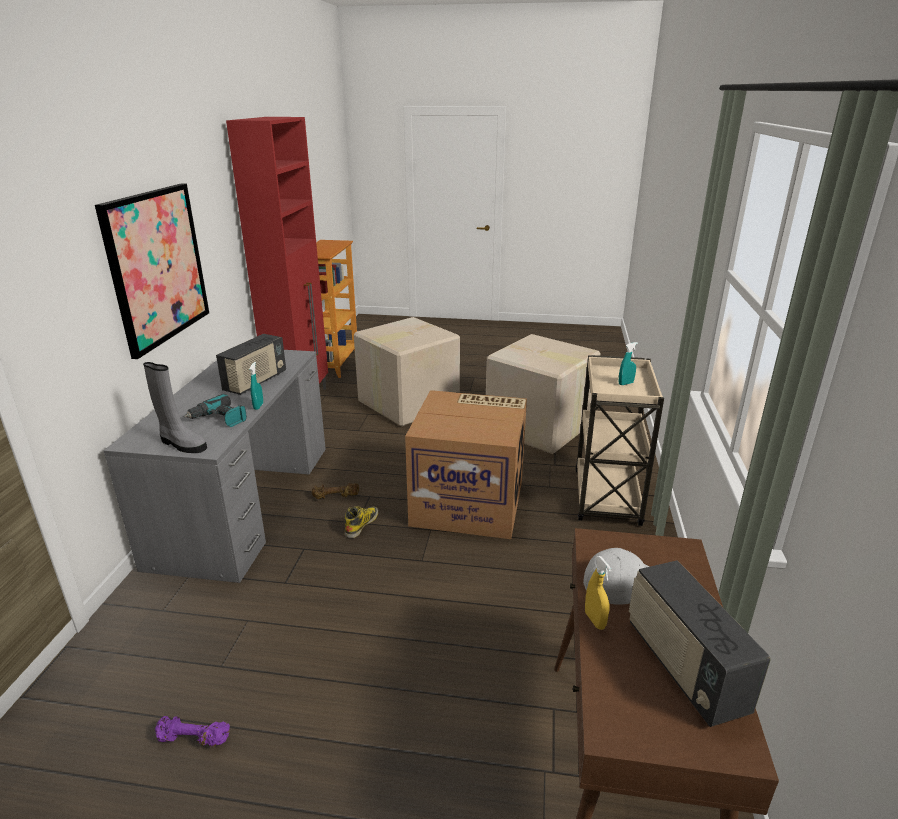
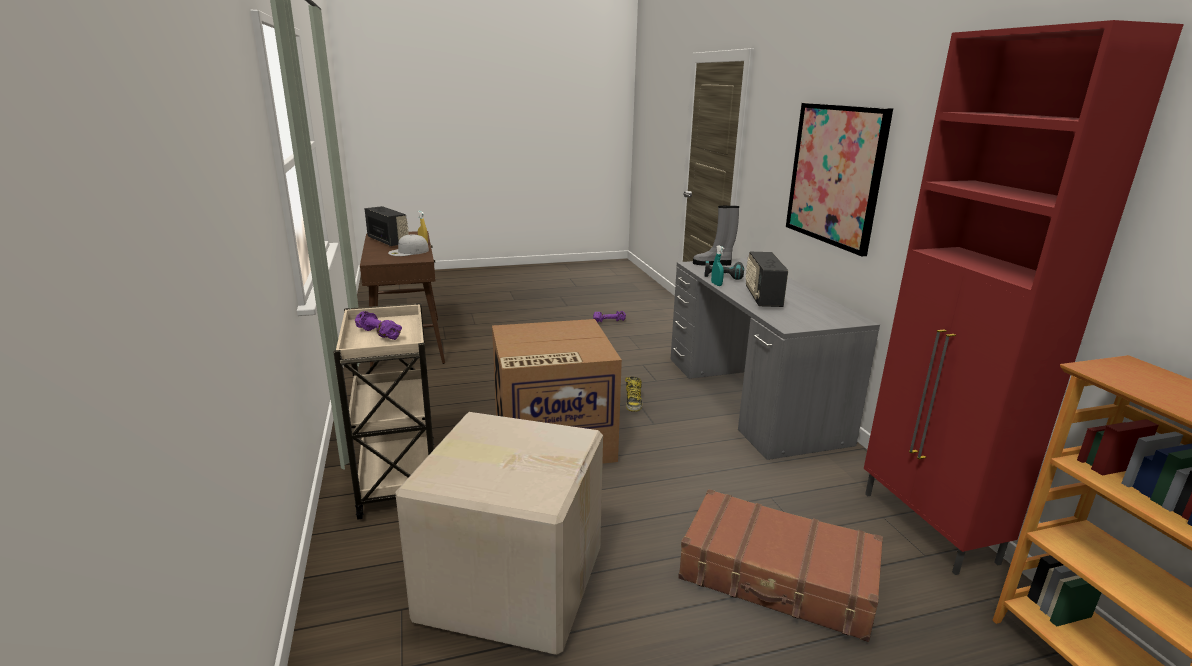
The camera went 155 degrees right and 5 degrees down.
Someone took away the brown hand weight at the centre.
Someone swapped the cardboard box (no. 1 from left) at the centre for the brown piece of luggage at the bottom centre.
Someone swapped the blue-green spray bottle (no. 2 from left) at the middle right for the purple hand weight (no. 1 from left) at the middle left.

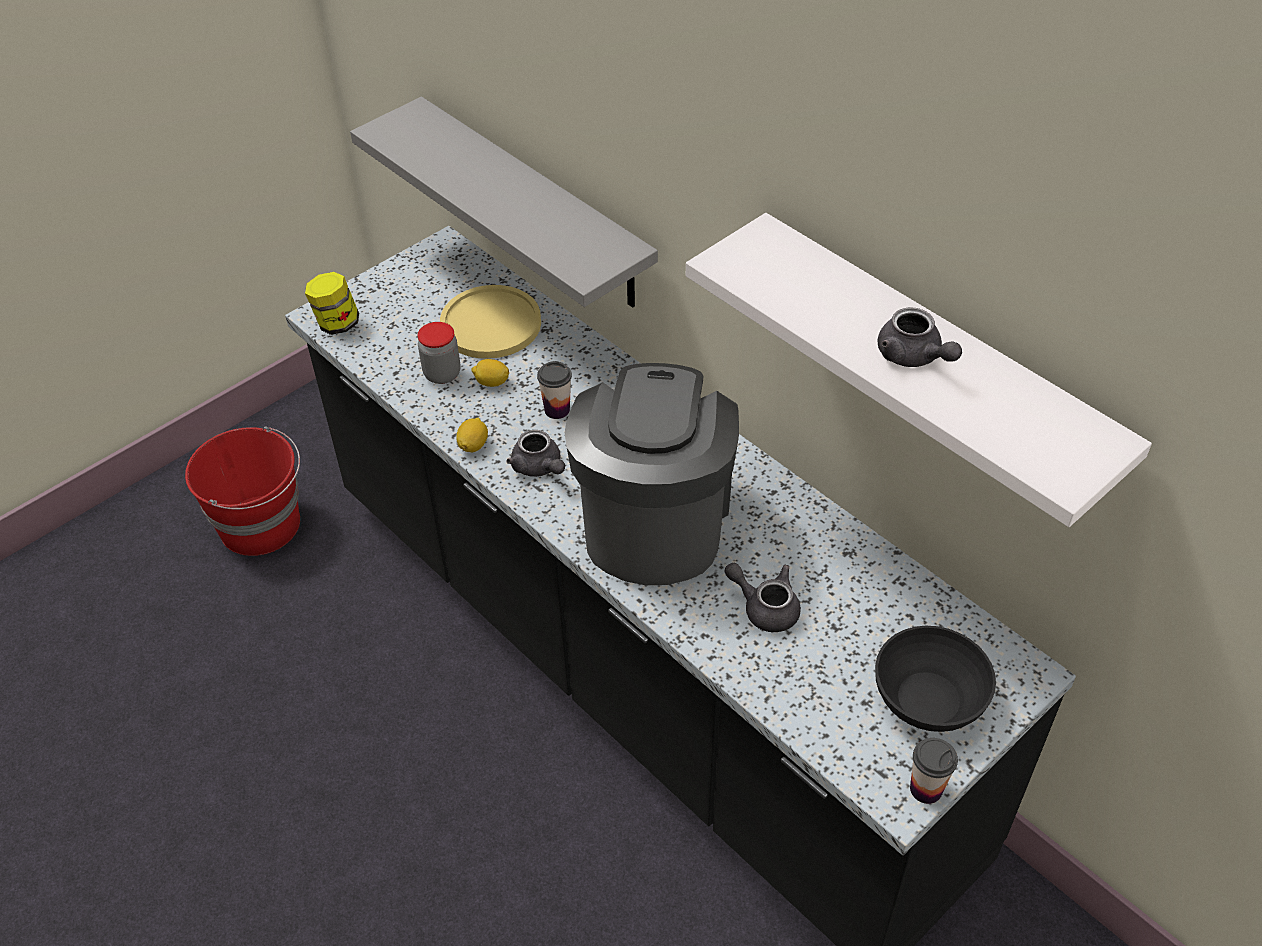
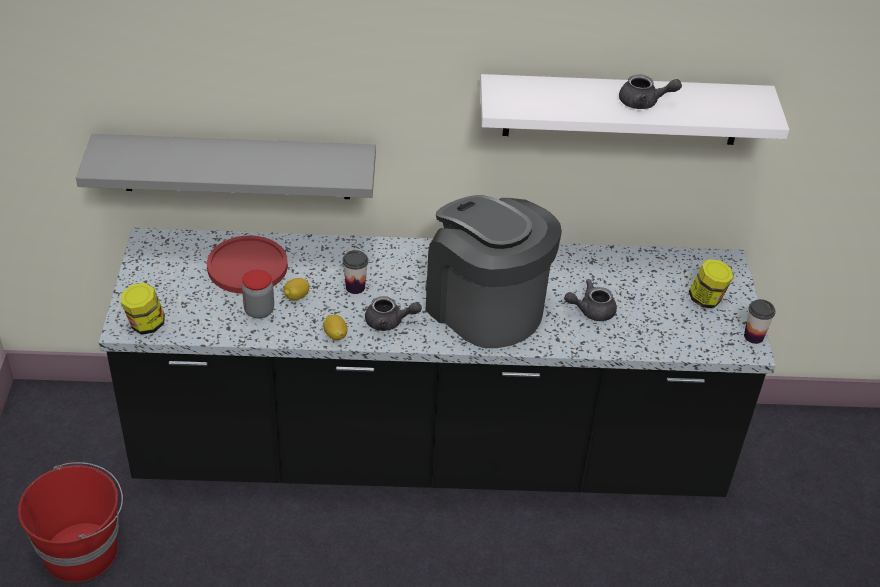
The camera went 50 degrees left and 5 degrees down.
Someone swapped the black deep dish at the bottom right for the jar (no. 3 from left) at the middle right.
Someone repainted the yellowish dinner plate at the centre, which became the red-coloured dinner plate at the middle left.

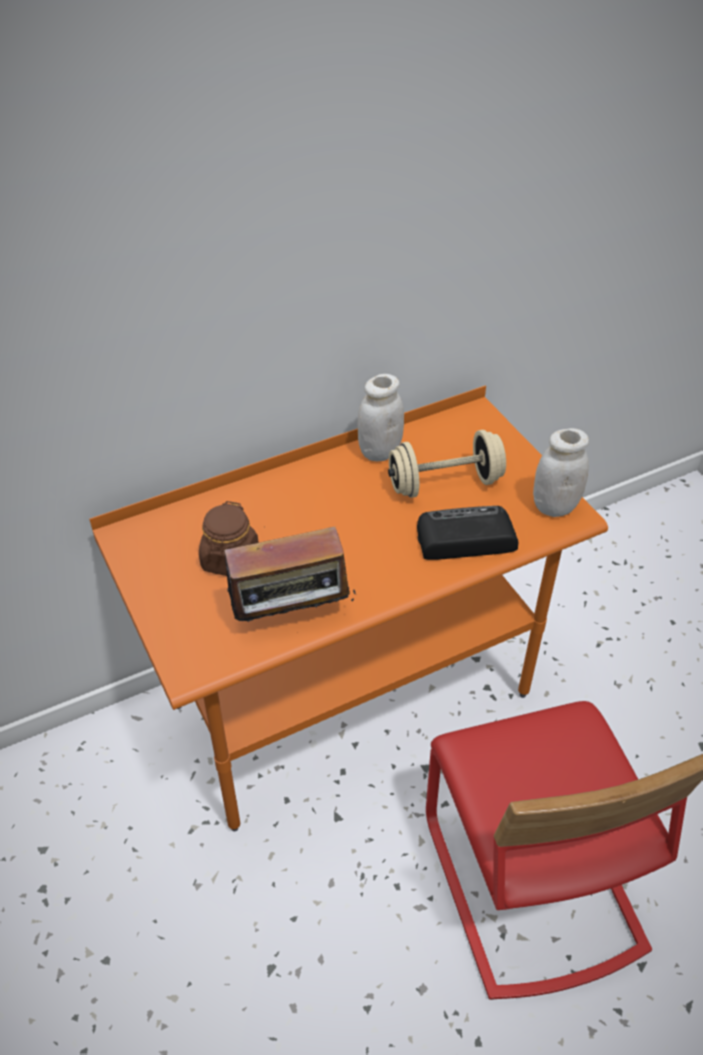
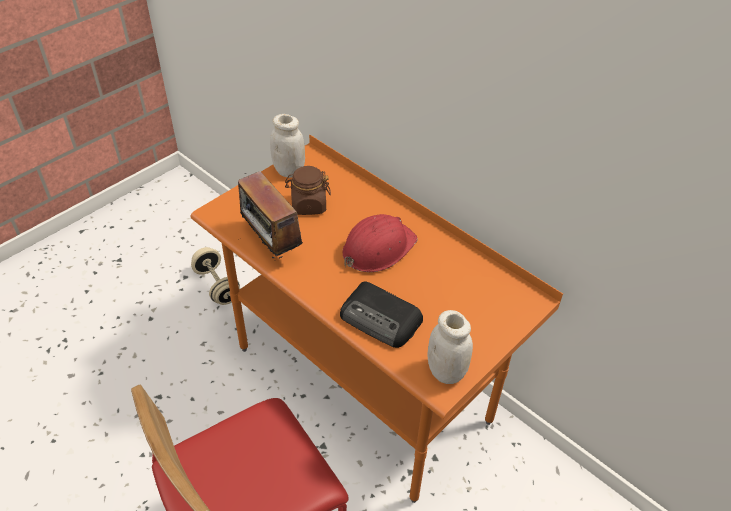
The camera went 70 degrees right and 0 degrees up.
Someone put down the red-coloured work helmet at the centre.
Someone carried the white-coloured jar (no. 1 from left) from the centre to the top centre.
Someone carried the beige-coloured hand weight from the centre to the middle left.
Someone rotated the radio set (no. 2 from left) at the centre by 150 degrees clockwise.

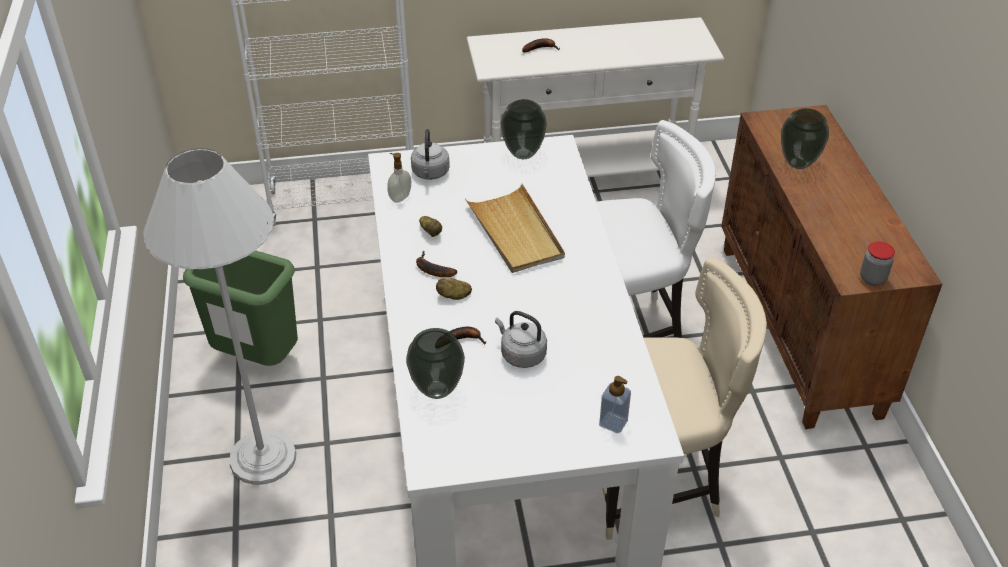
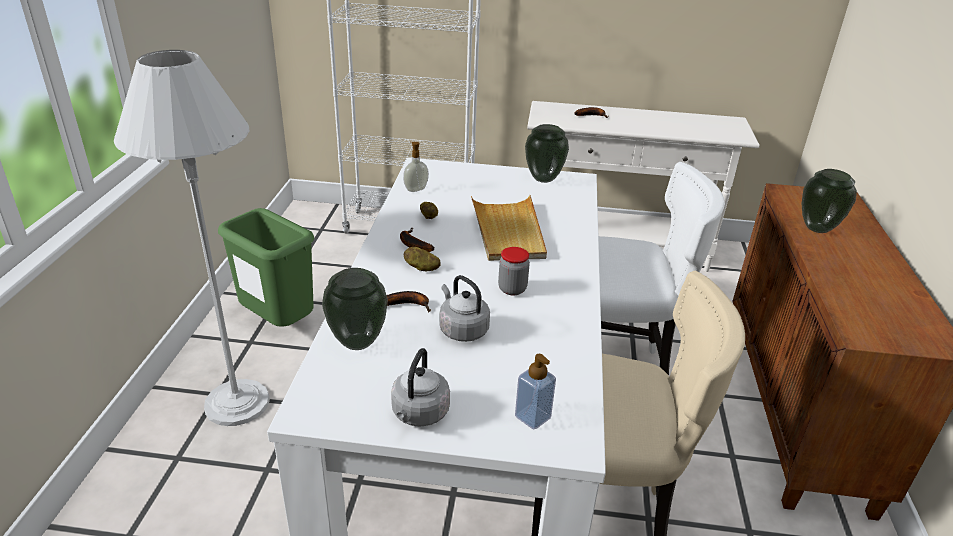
The camera went 15 degrees right and 10 degrees down.
Someone carried the grey water kettle (no. 1 from left) from the top centre to the bottom centre.
Someone carried the jar from the middle right to the centre.

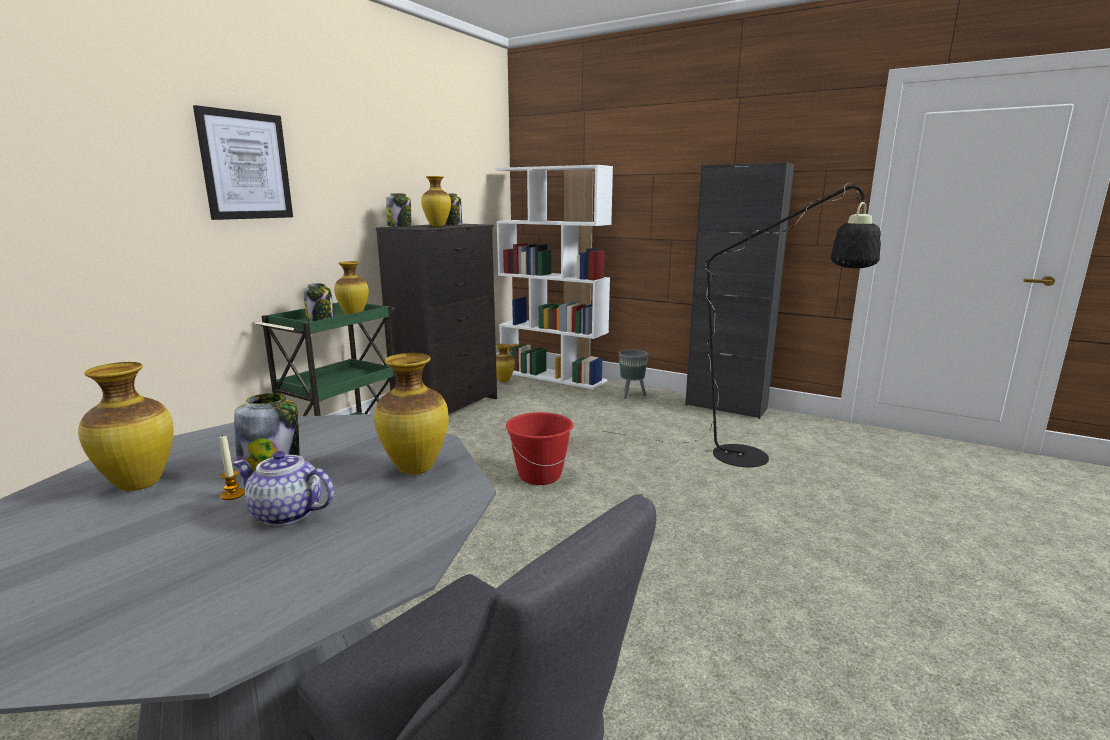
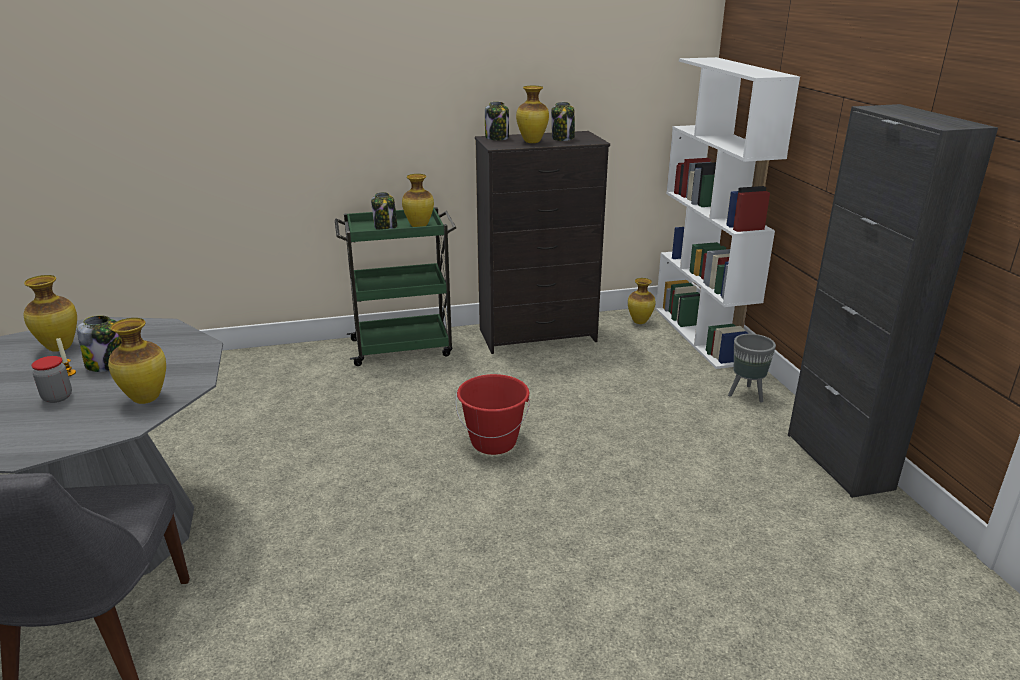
The camera went 45 degrees right and 10 degrees up.
Someone took away the picture at the top left.
Someone took away the black standard lamp at the middle right.
Someone swapped the teapot at the middle left for the jar (no. 1 from left) at the middle left.

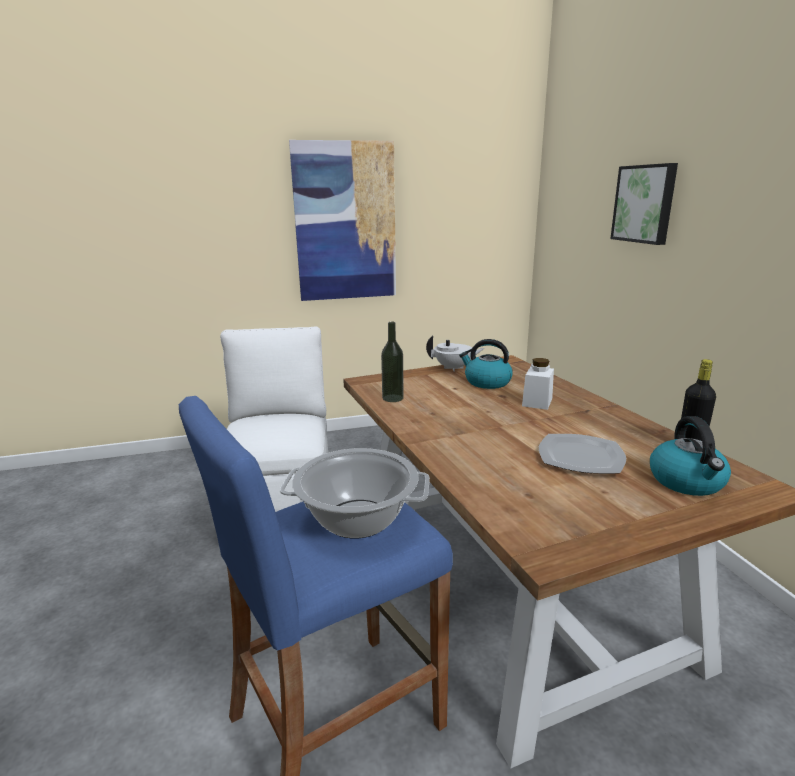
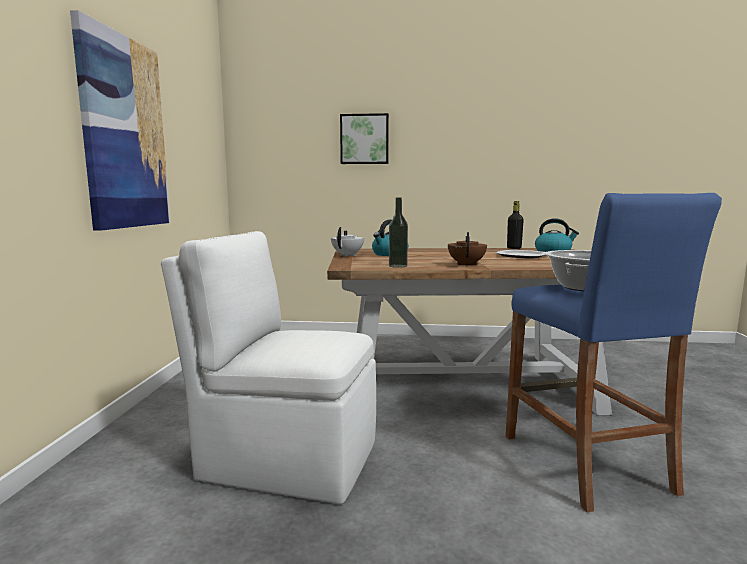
The camera went 70 degrees left and 10 degrees down.
Someone took away the white-coloured jar at the middle right.
Someone put down the brown teapot at the centre.

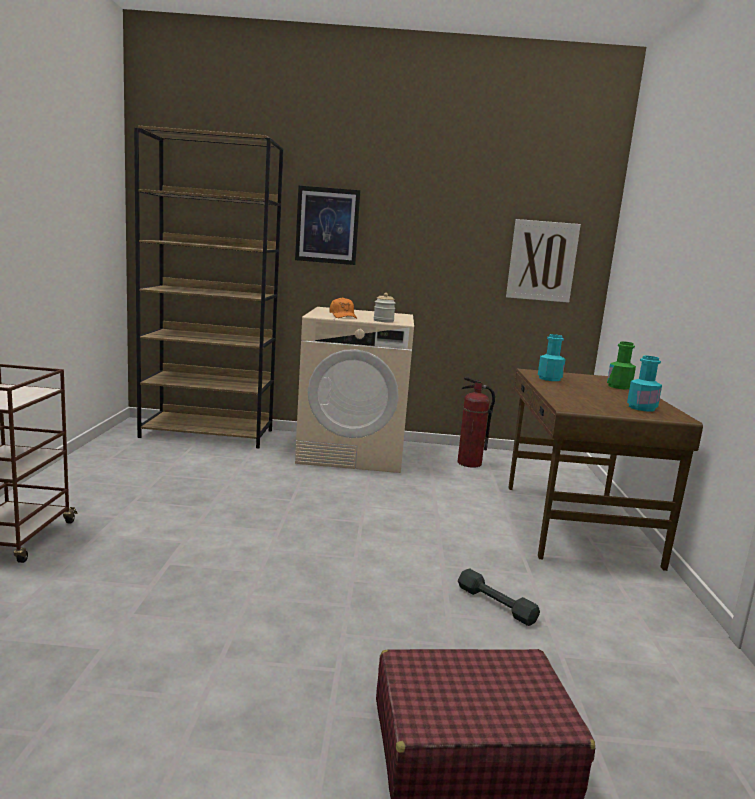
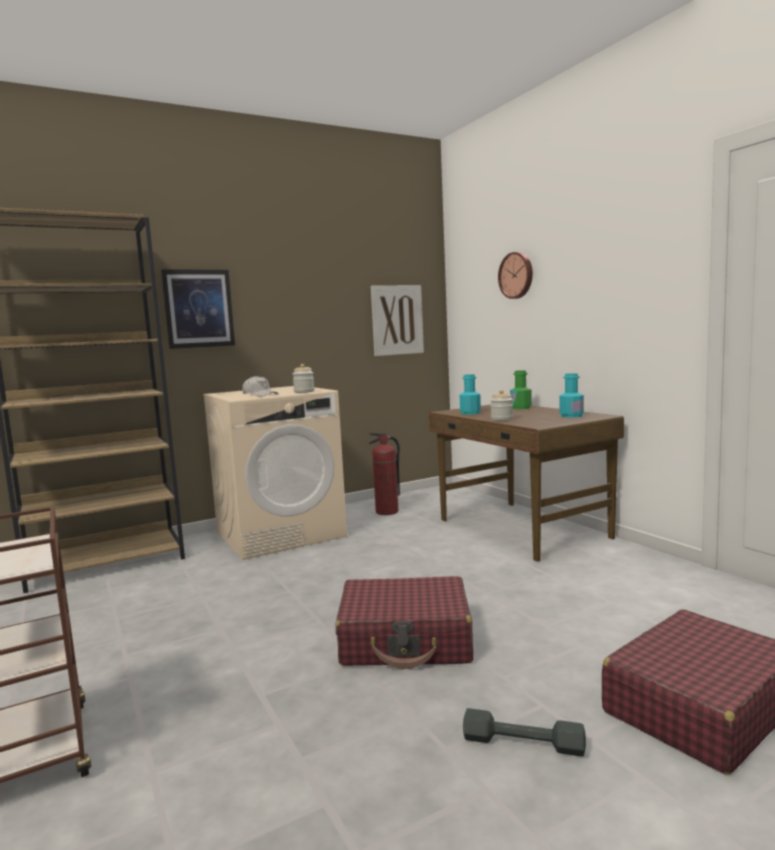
The camera went 30 degrees left and 5 degrees down.
Someone put down the red-coloured piece of luggage (no. 1 from left) at the bottom centre.
Someone put down the jar (no. 2 from left) at the centre.
Someone put up the clock on the wall at the top centre.
Someone carried the grey hand weight from the bottom centre to the bottom right.
Someone repainted the orangey baseball cap at the centre, which became the white-coloured baseball cap at the centre.

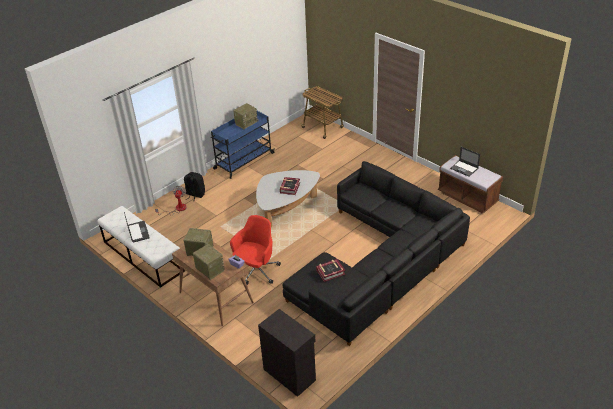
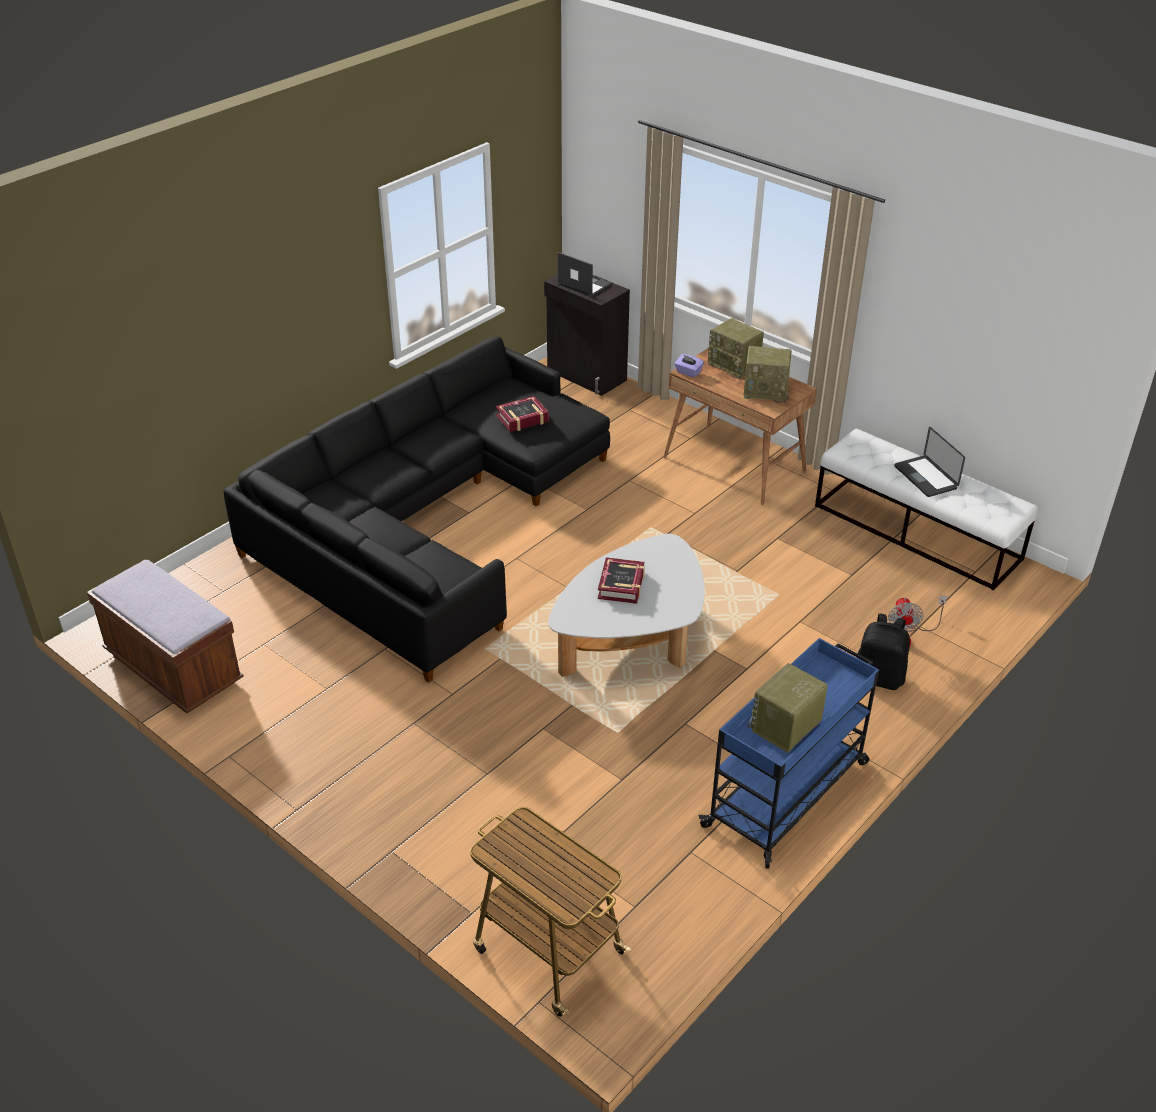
The camera went 175 degrees right and 0 degrees up.
Someone took away the red-coloured office chair at the centre.
Someone carried the portable computer (no. 2 from left in the first image) from the middle right to the top centre.

